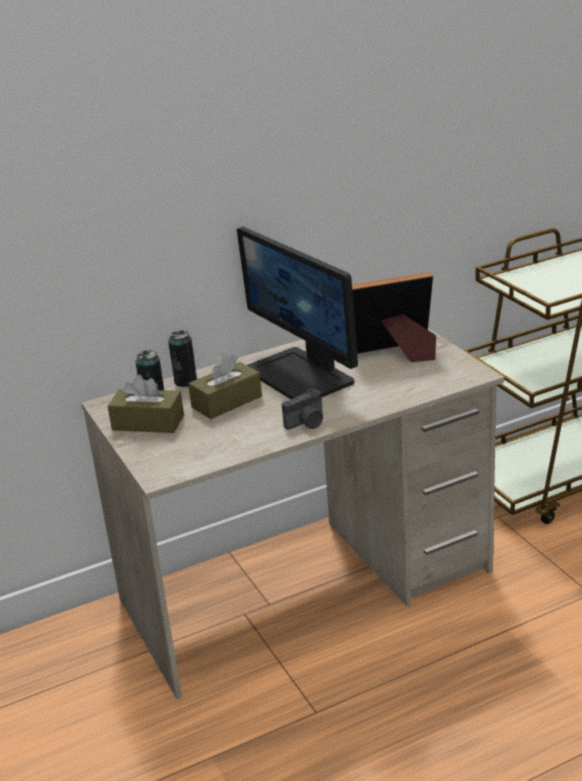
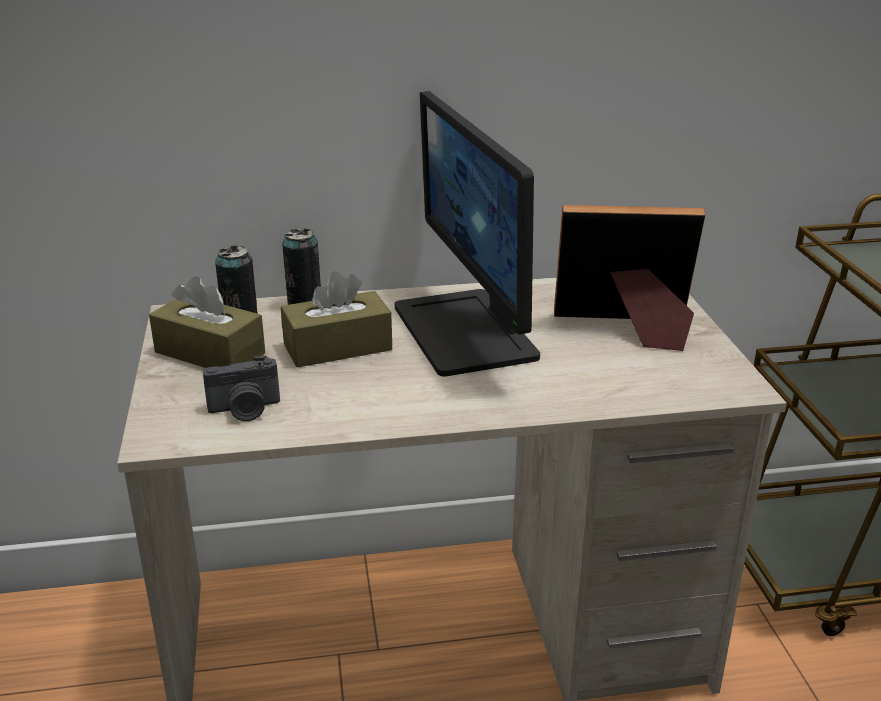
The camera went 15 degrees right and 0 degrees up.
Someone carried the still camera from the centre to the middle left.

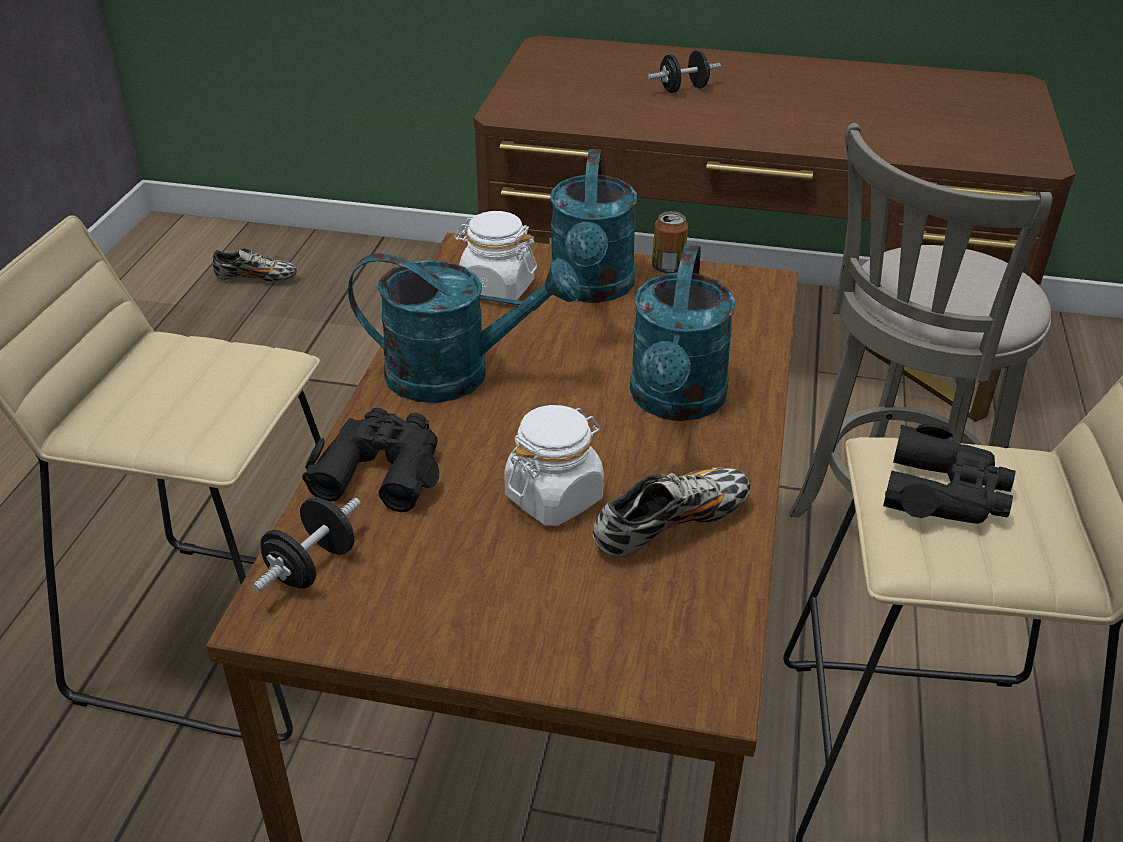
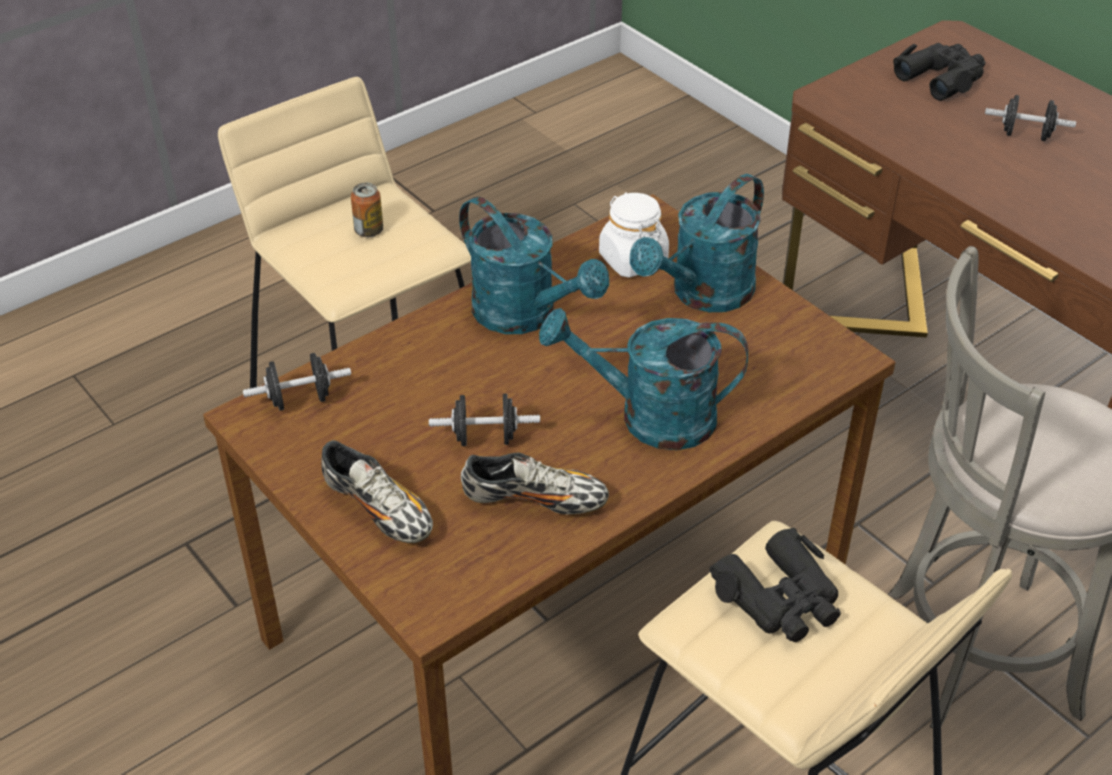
The camera went 40 degrees right and 5 degrees up.
Someone carried the low shoe (no. 1 from left) from the top left to the centre.
Someone carried the black field glasses (no. 1 from left in the first image) from the middle left to the top right.
Someone carried the can from the top centre to the top left.
Someone swapped the white-coloured jar (no. 2 from left) at the centre for the black hand weight (no. 2 from left) at the centre.
Someone rotated the blue-green sprinkling can (no. 3 from left in the first image) at the centre by 45 degrees clockwise.

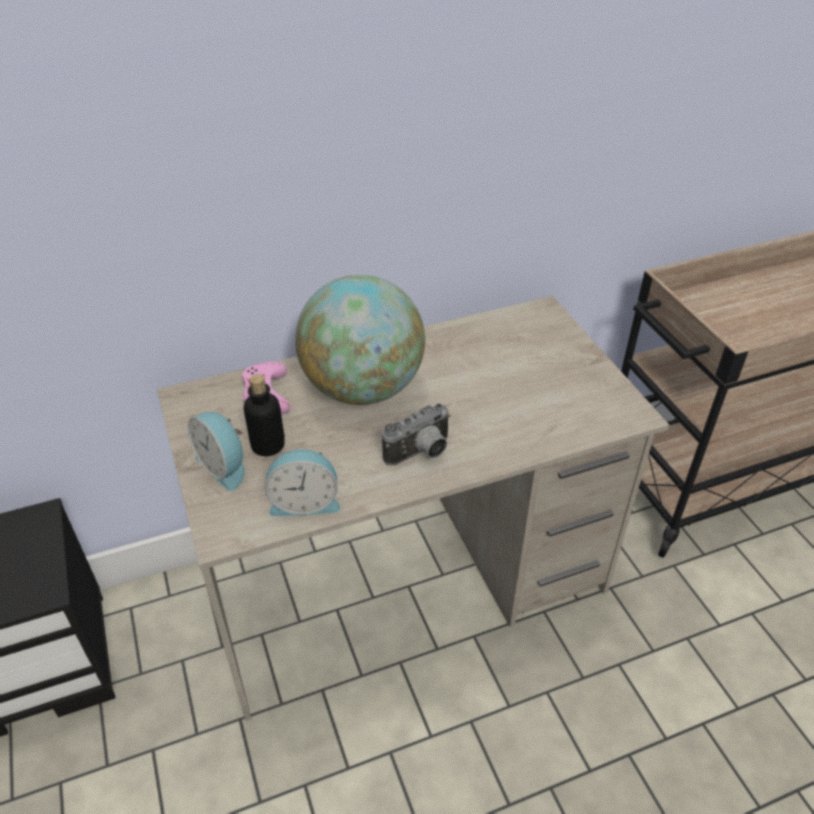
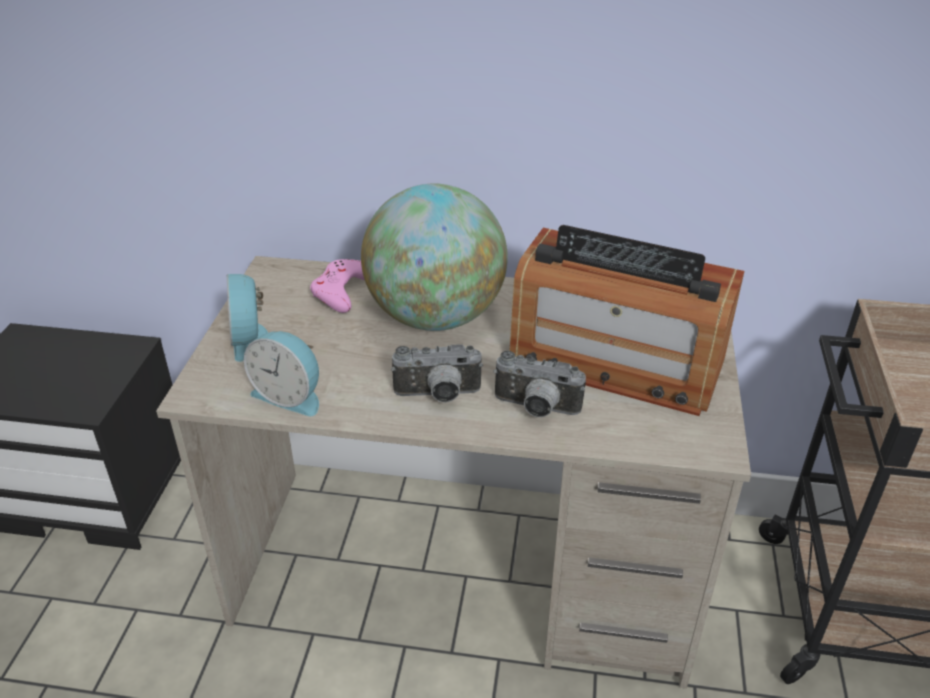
The camera went 30 degrees right and 5 degrees down.
Someone took away the beverage bottle at the middle left.
Someone put down the still camera (no. 2 from left) at the centre.
Someone put down the radio set at the middle right.

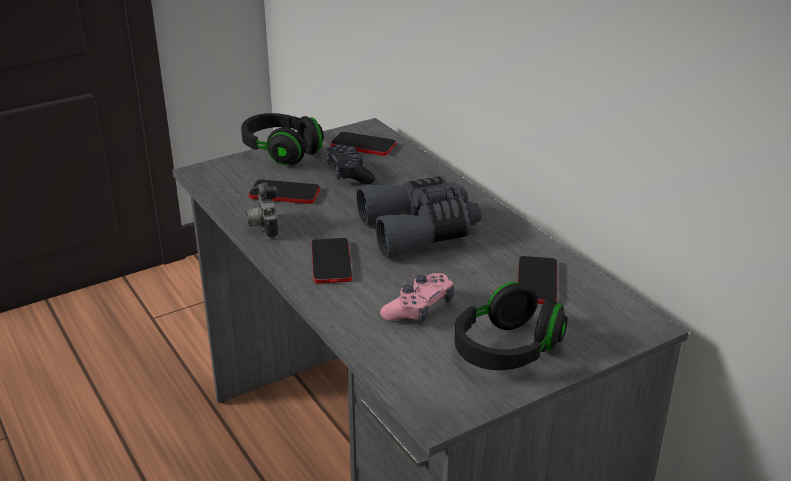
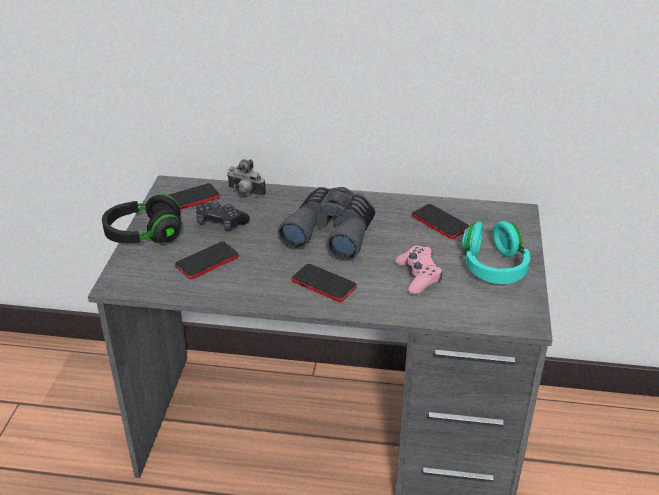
The camera went 50 degrees left and 5 degrees up.
Someone carried the still camera from the middle left to the centre.
Someone repainted the black headset (no. 2 from left) at the bottom centre, which became the blue-green headset at the middle right.

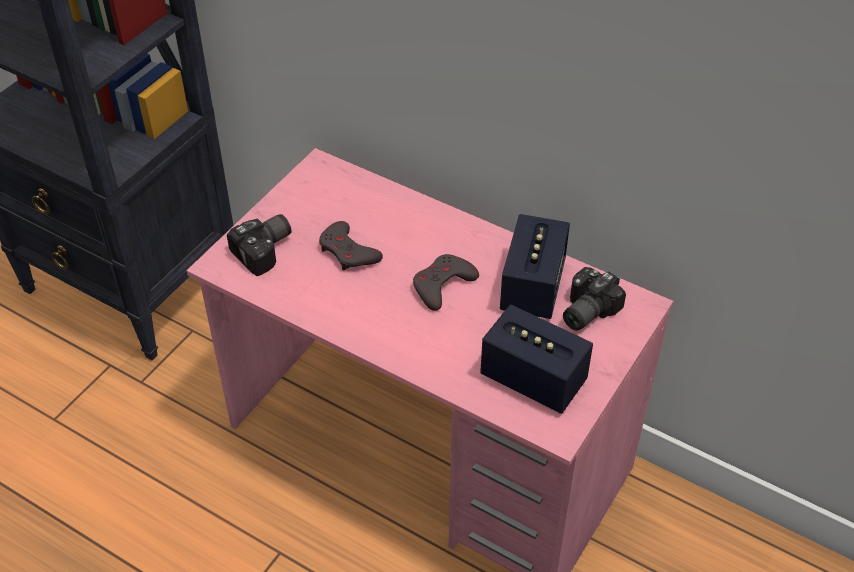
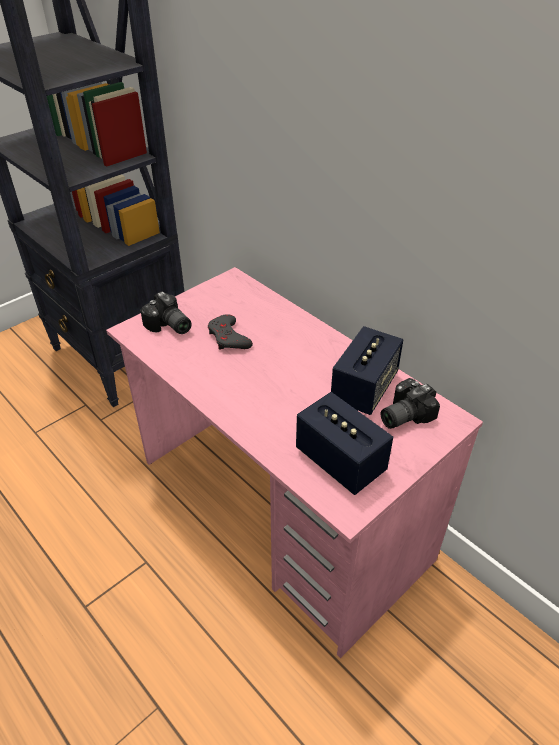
The camera went 15 degrees right and 5 degrees down.
Someone took away the grey gamepad (no. 2 from left) at the centre.
Someone rotated the still camera (no. 1 from left) at the middle left by 75 degrees clockwise.

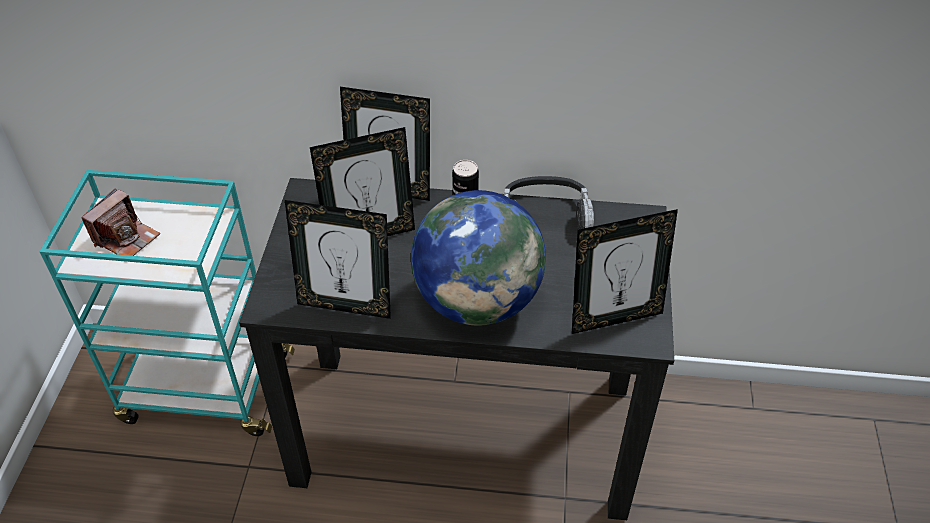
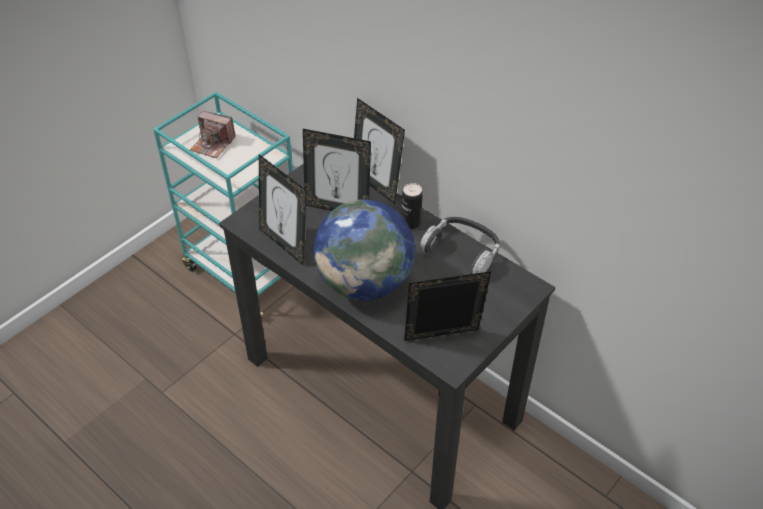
The camera went 35 degrees right and 0 degrees up.
Someone rotated the still camera at the middle left by 45 degrees clockwise.
Someone rotated the picture frame (no. 4 from left) at the middle right by 150 degrees clockwise.

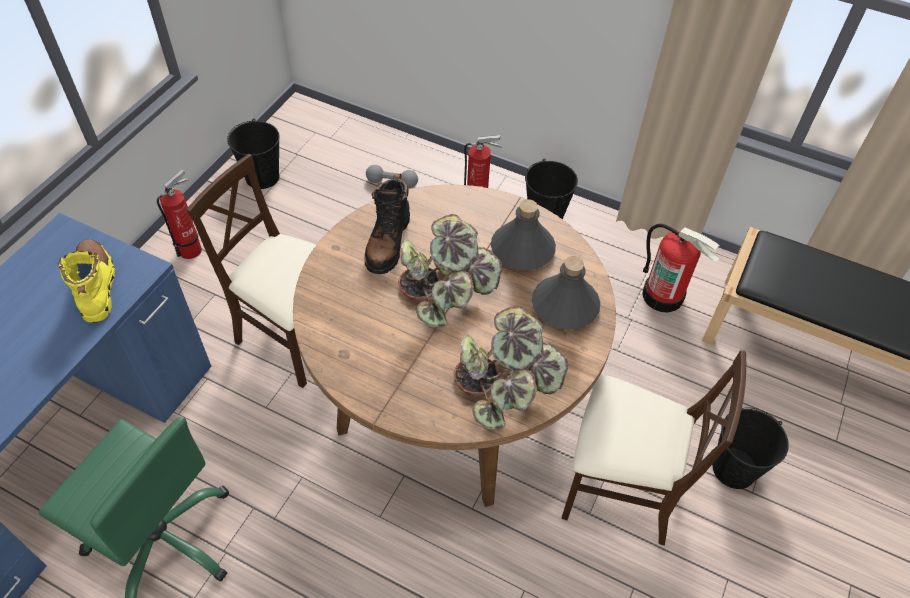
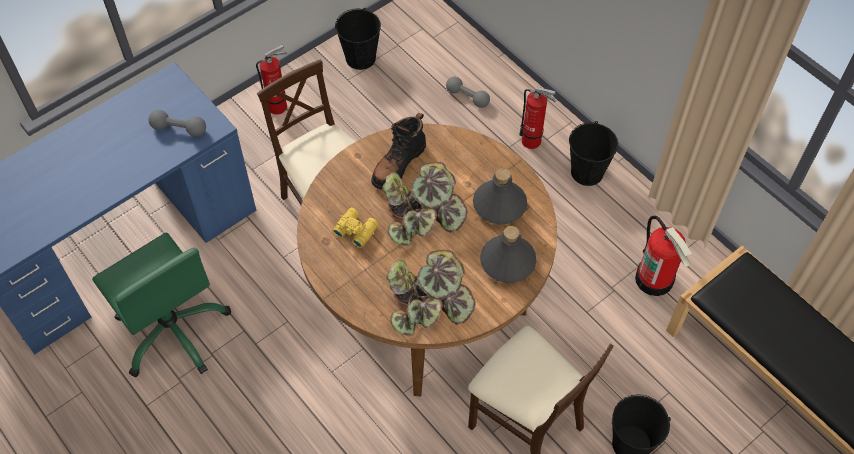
The camera went 25 degrees right and 5 degrees up.
Someone put down the yellowish field glasses at the centre.
Someone swapped the yellowish tall boot at the middle left for the grey hand weight (no. 1 from left) at the top left.

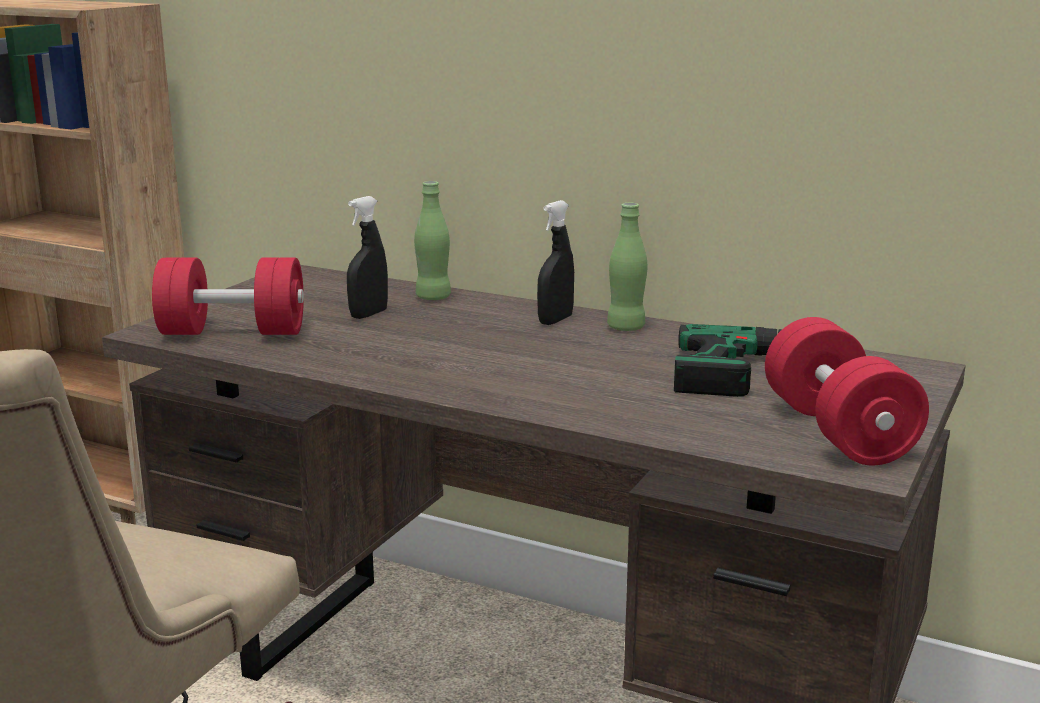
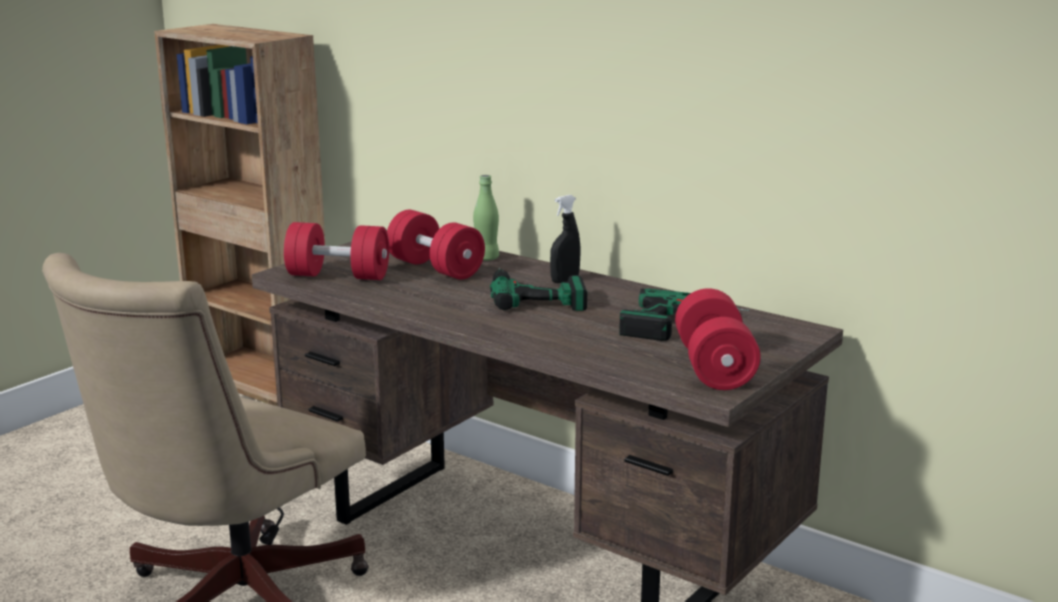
The camera went 10 degrees right and 0 degrees up.
Someone took away the green-coloured beverage bottle (no. 2 from left) at the centre.
Someone put down the power drill (no. 1 from left) at the centre.
Someone swapped the black spray bottle (no. 1 from left) at the centre for the red-coloured hand weight (no. 2 from left) at the centre.

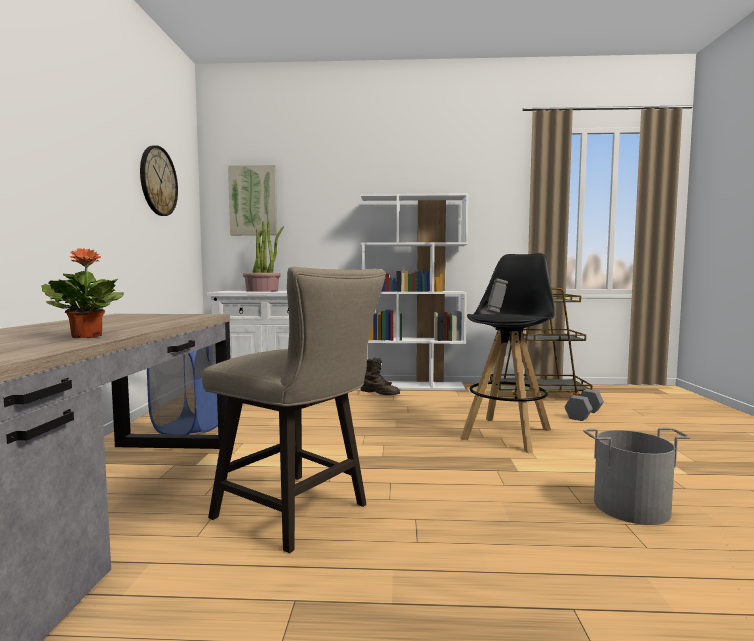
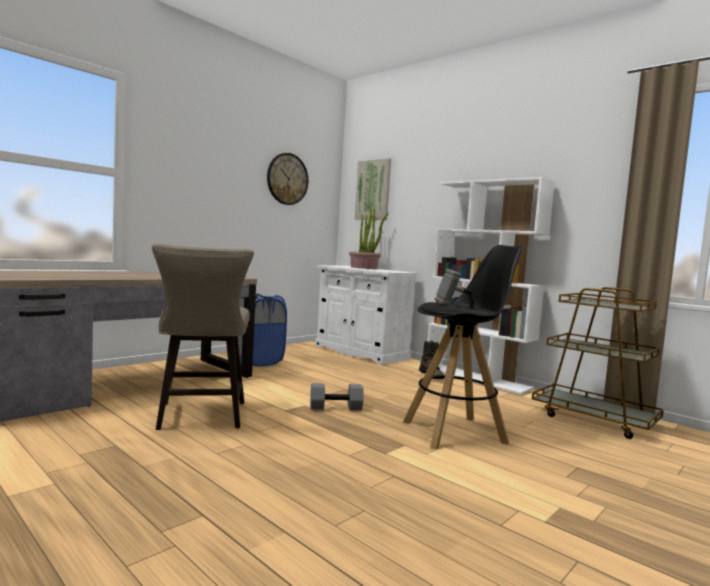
The camera went 40 degrees right and 0 degrees up.
Someone took away the plant in a pot (no. 1 from left) at the middle left.
Someone took away the grey pail at the bottom right.
Someone carried the grey hand weight from the middle right to the bottom centre.

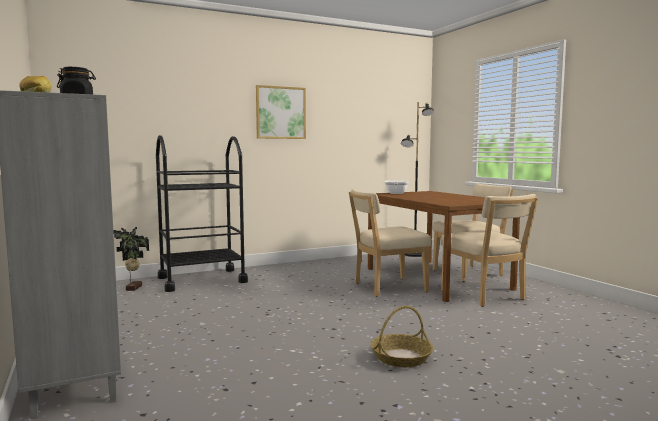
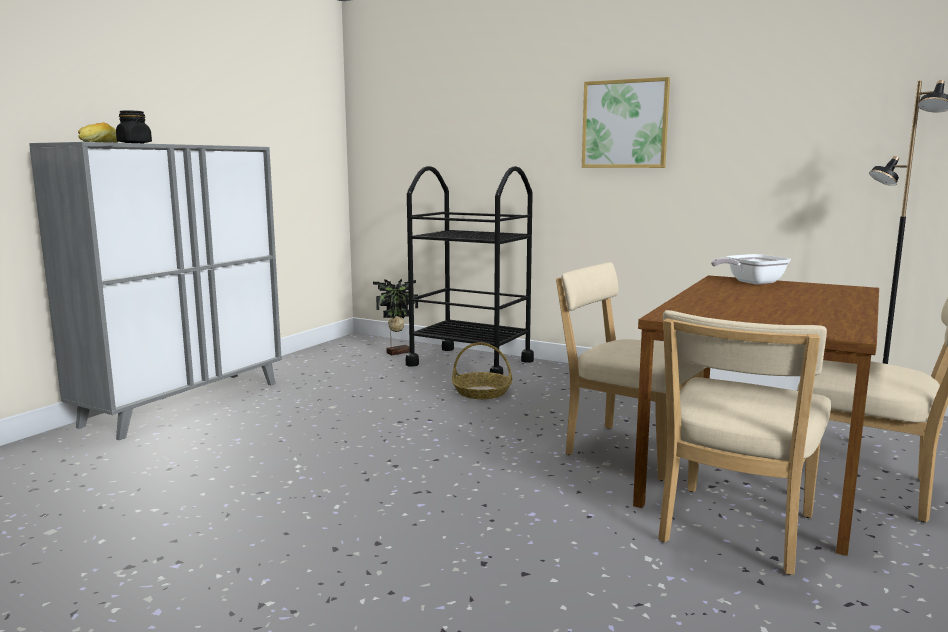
The camera went 55 degrees right and 5 degrees up.
Someone carried the basket from the bottom centre to the centre.

